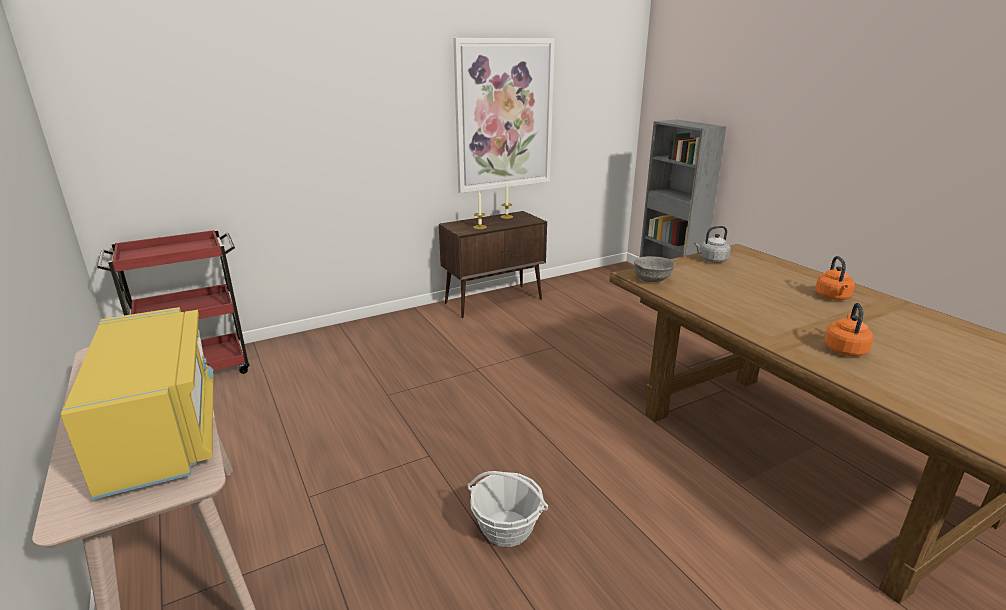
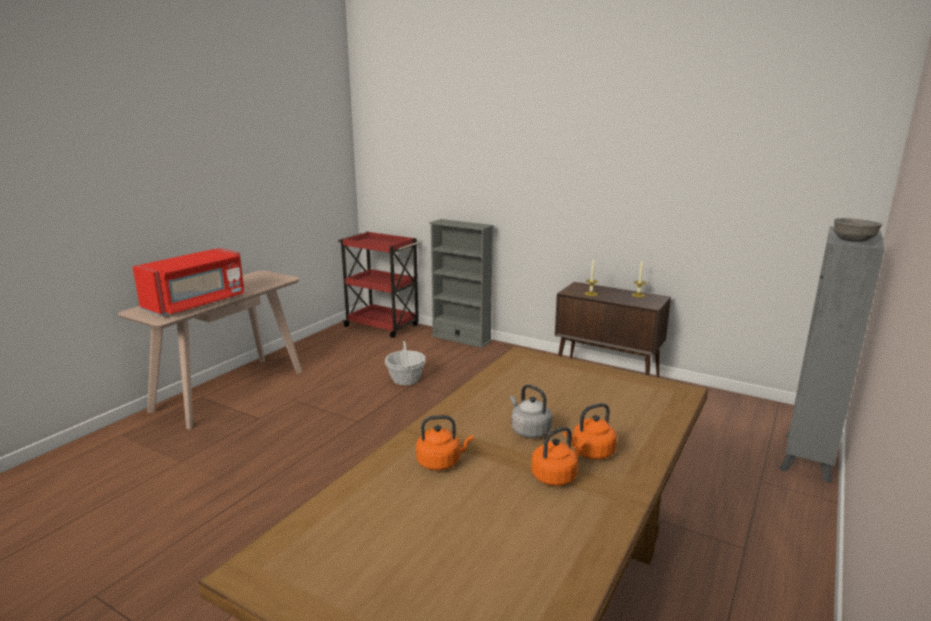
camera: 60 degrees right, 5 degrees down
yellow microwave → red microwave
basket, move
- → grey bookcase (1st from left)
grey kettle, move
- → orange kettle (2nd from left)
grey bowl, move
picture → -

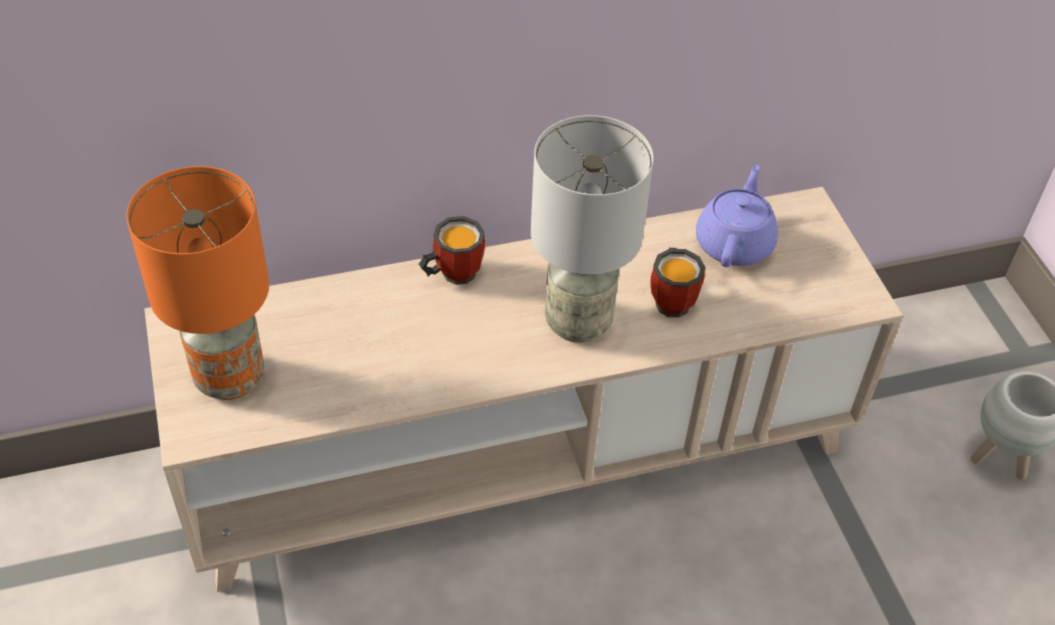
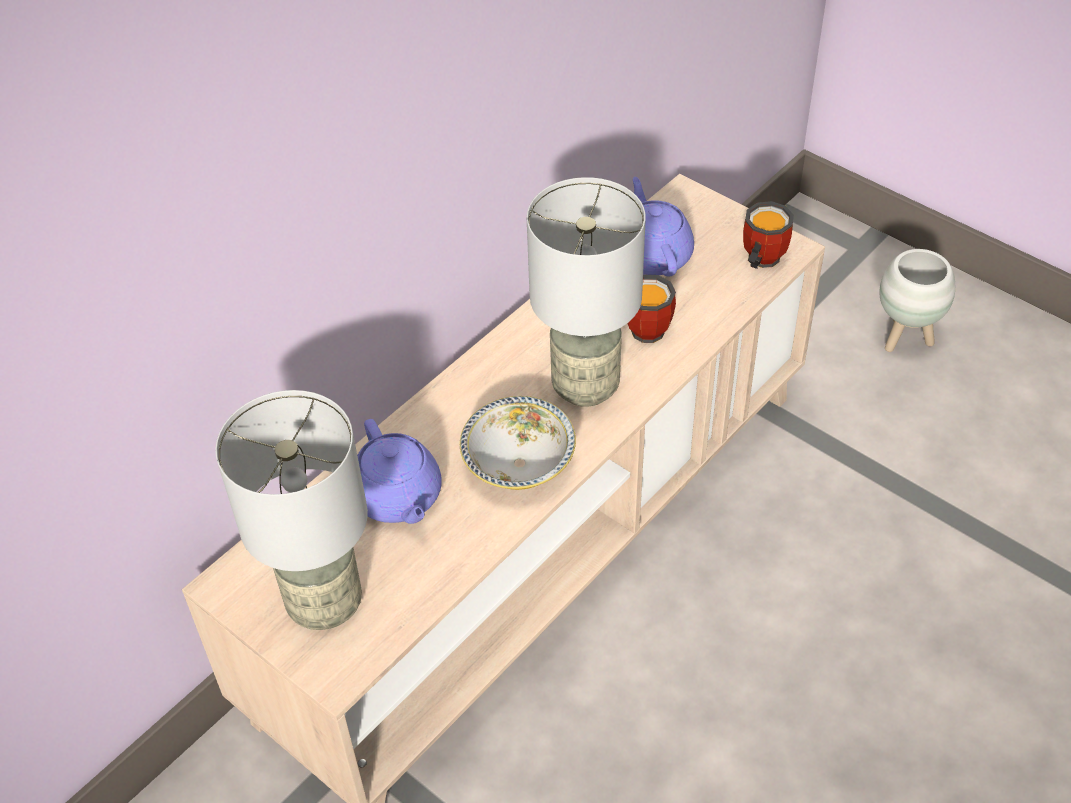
camera: 30 degrees left, 0 degrees up
orange table lamp → grey table lamp (1st from left)
- → purple teapot (1st from left)
- → bowl
mug (1st from left in the first image) → mug (2nd from left), move

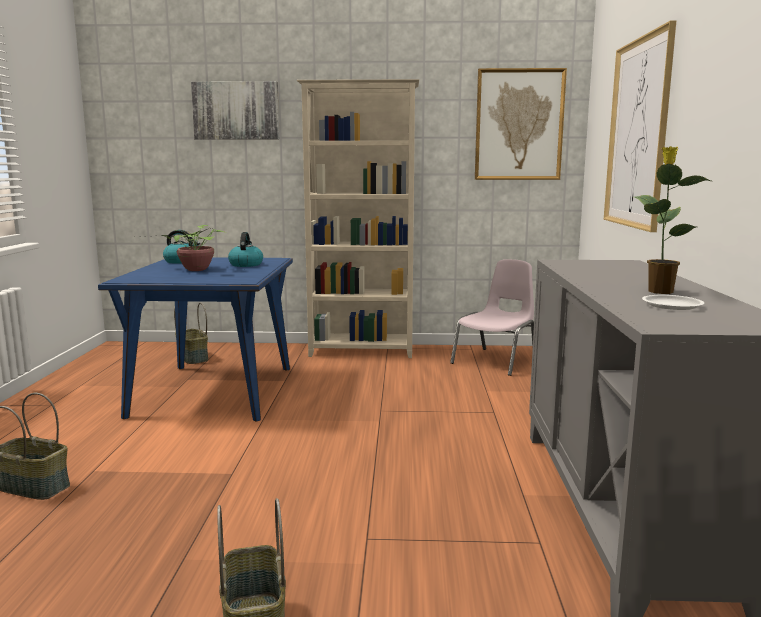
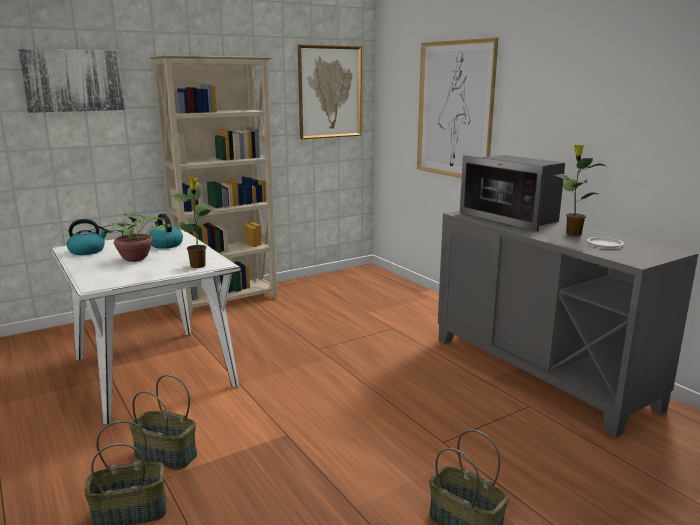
camera: 35 degrees left, 5 degrees up
blue dining table → white dining table
basket (2nd from left), move
- → potted plant (2nd from left)
- → microwave
pink chair → -

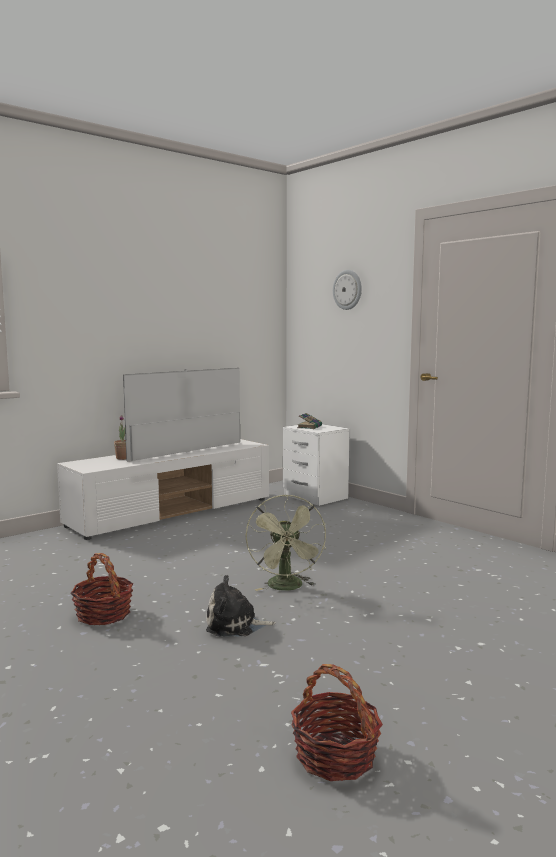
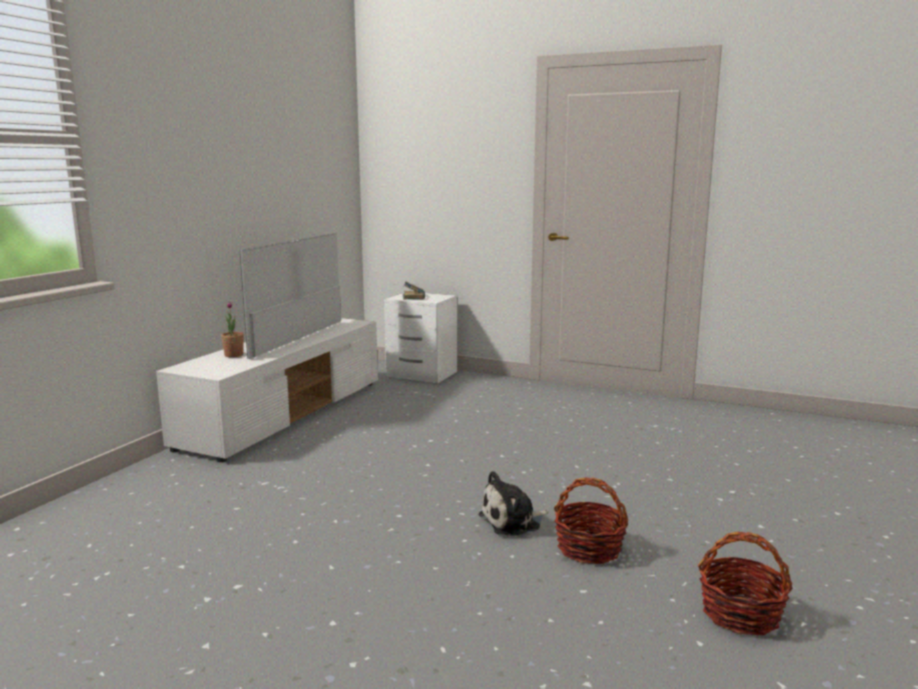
camera: 25 degrees left, 5 degrees up
basket (1st from left), move
green fan → -
wall clock → -

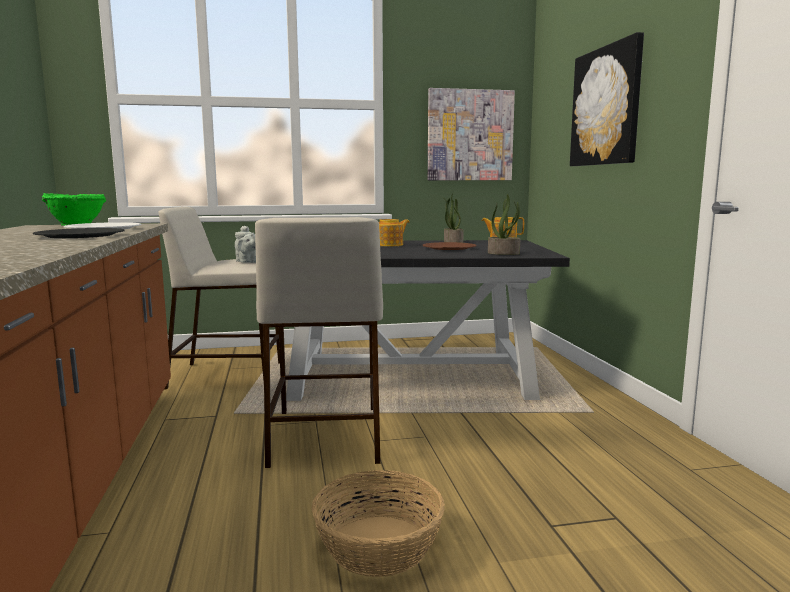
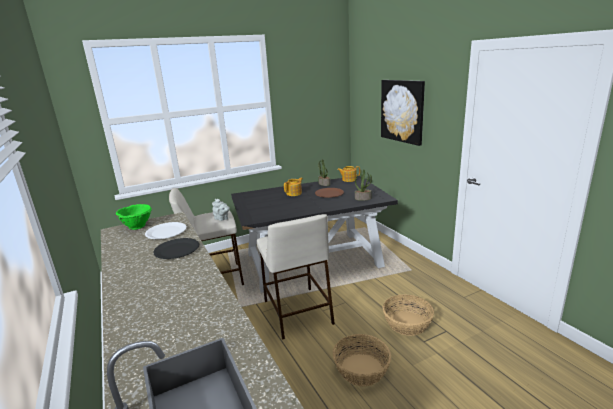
camera: 15 degrees left, 10 degrees up
- → basket (2nd from left)
picture (1st from left) → -

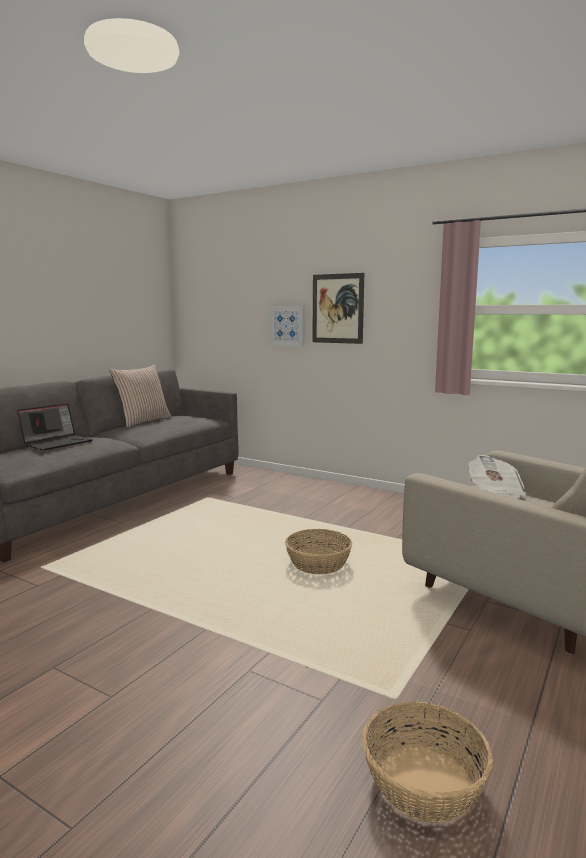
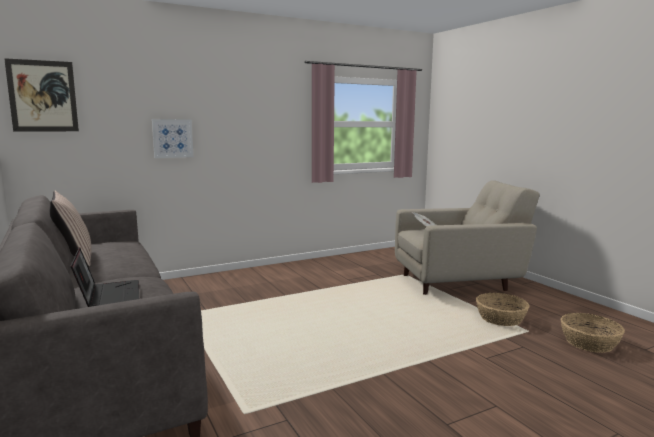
camera: 60 degrees left, 0 degrees up
picture (2nd from left in the first image) → picture (1st from left), move
basket (1st from left), move

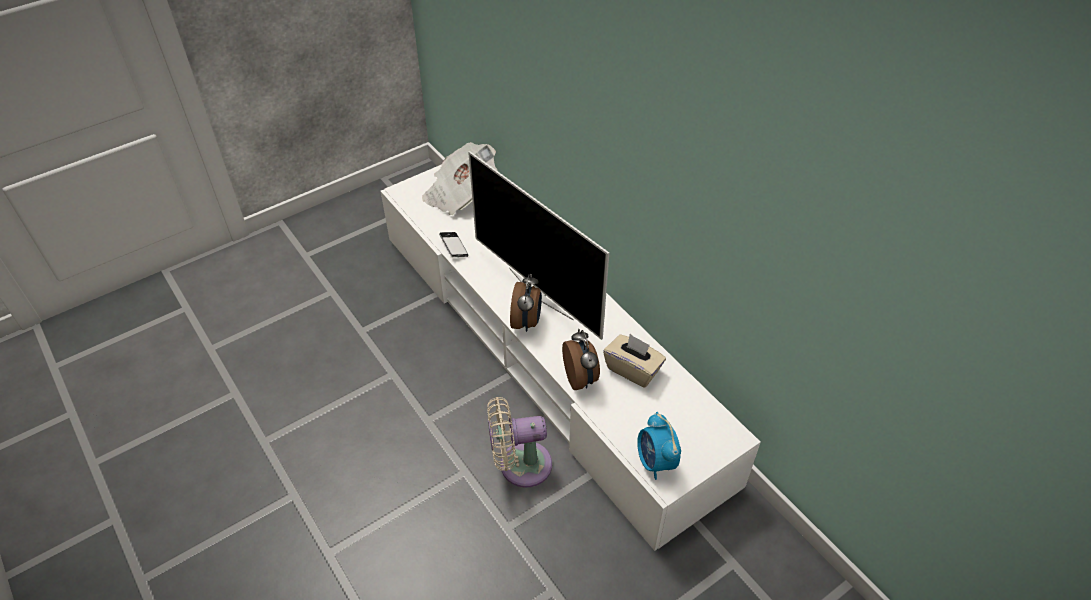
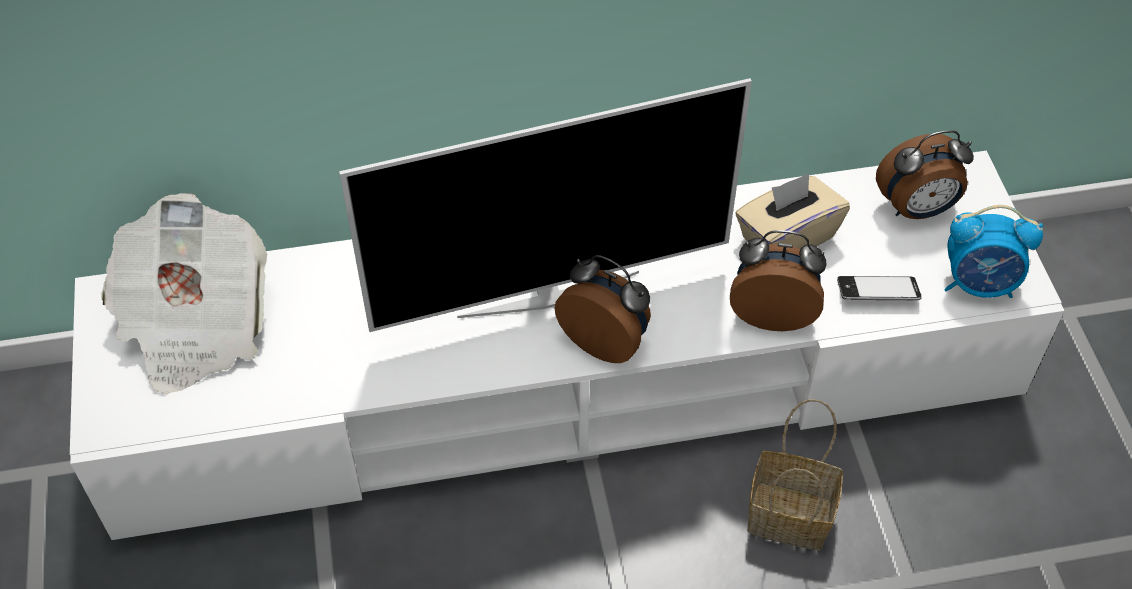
camera: 65 degrees left, 5 degrees up
beige fan → basket
phone, move
- → alarm clock (3rd from left)

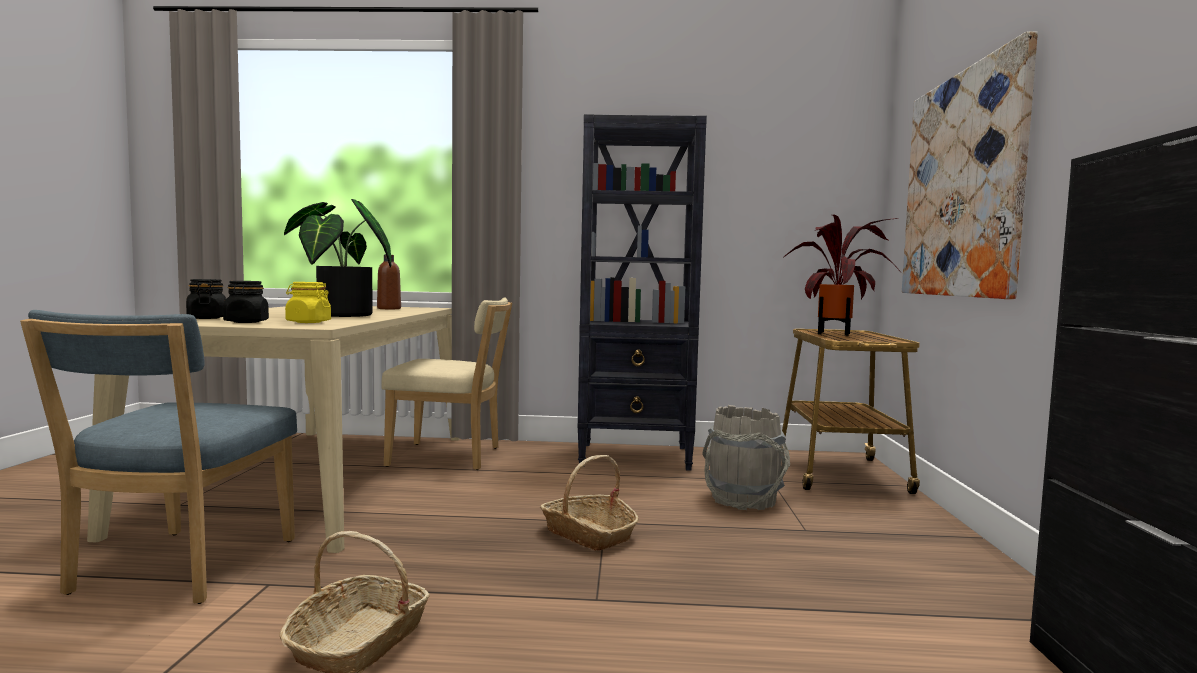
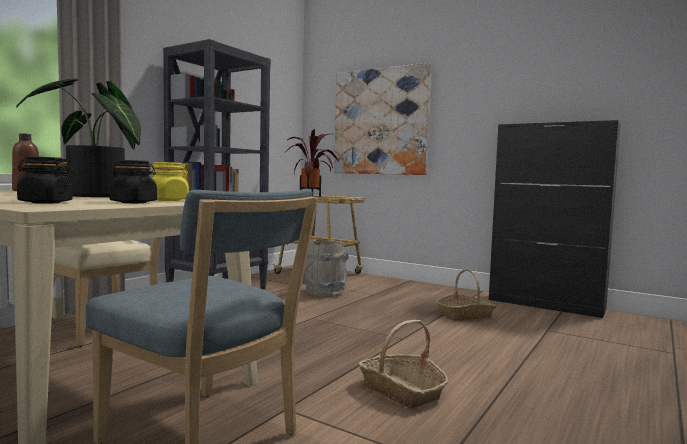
camera: 60 degrees left, 0 degrees up
basket (2nd from left), move

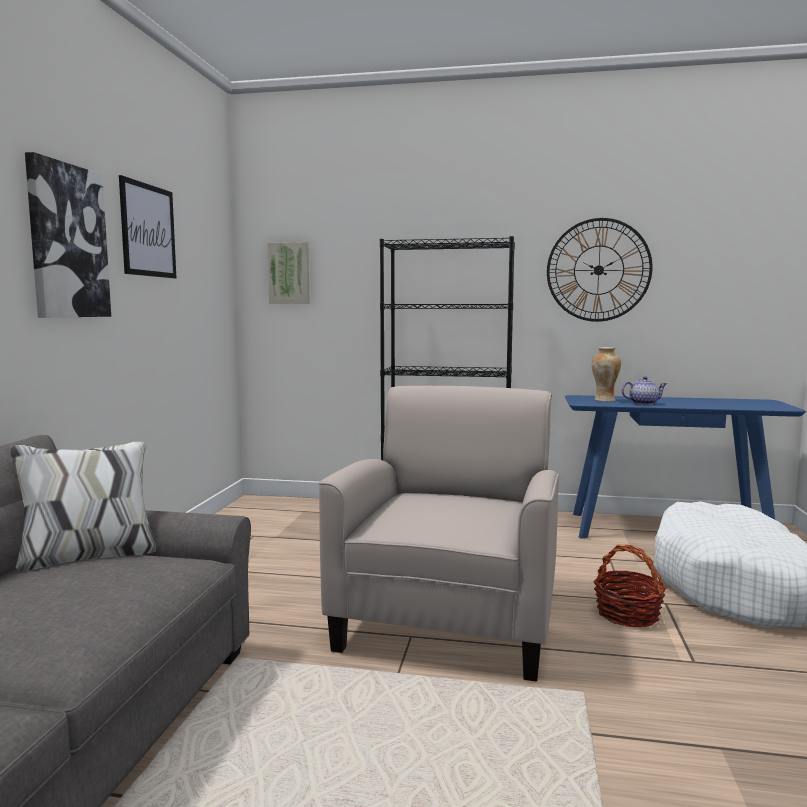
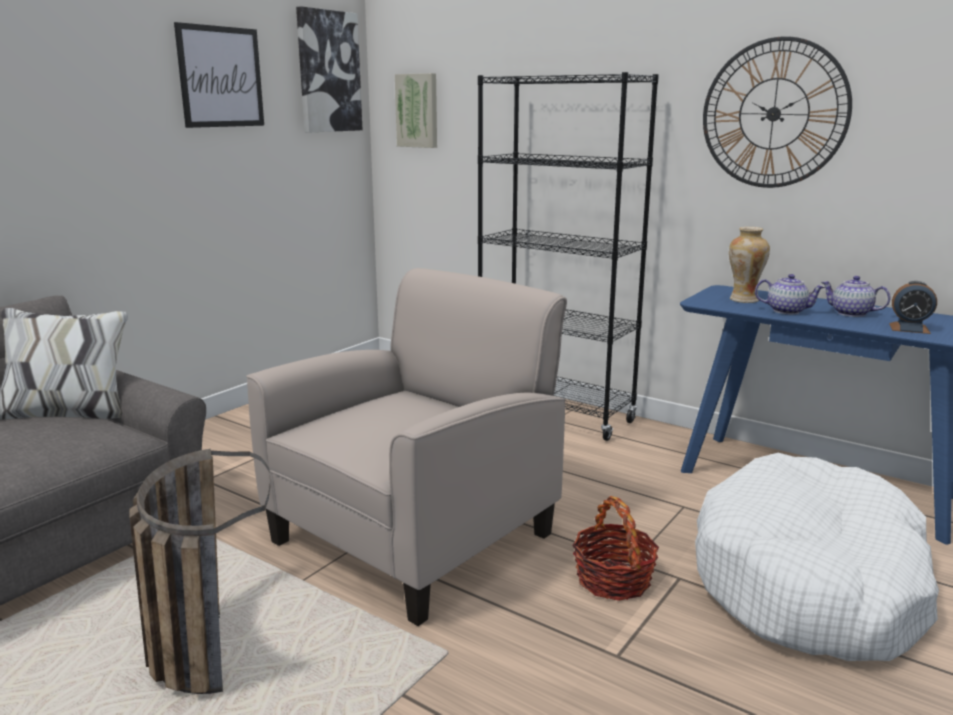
camera: 25 degrees right, 10 degrees up
- → basket (1st from left)
picture (1st from left in the first image) → picture (2nd from left), move
- → teapot (2nd from left)
- → alarm clock

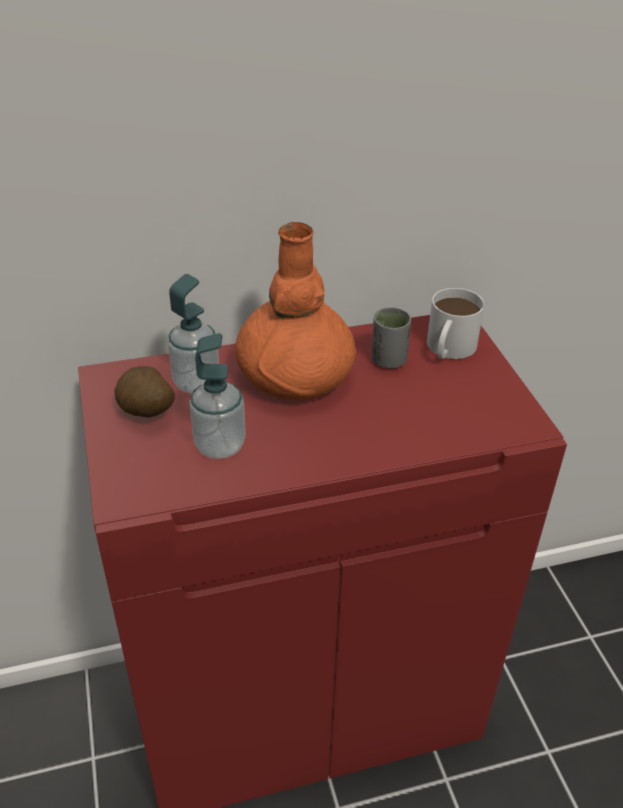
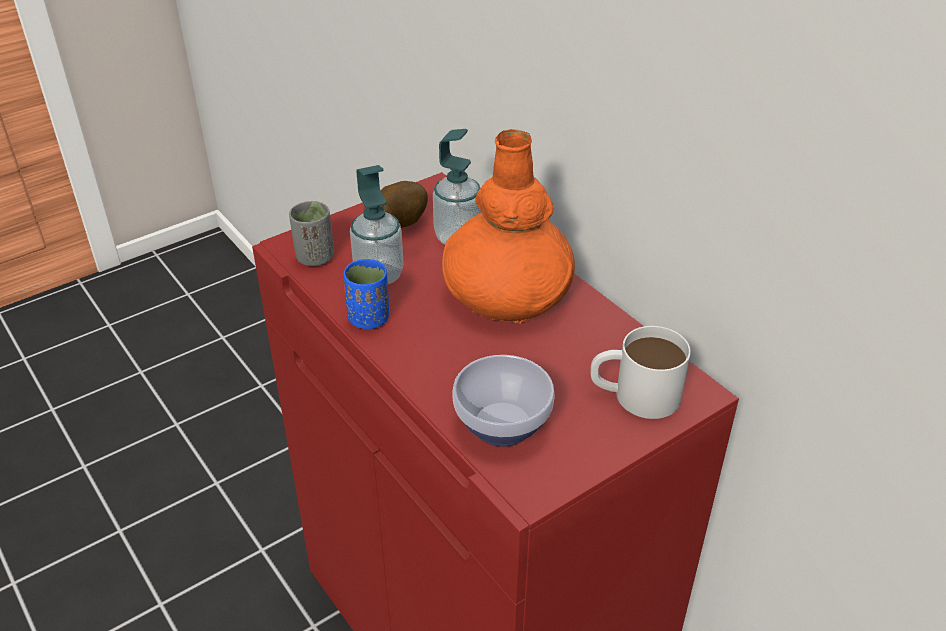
camera: 70 degrees right, 0 degrees up
grey cup, move
- → blue cup
- → bowl

